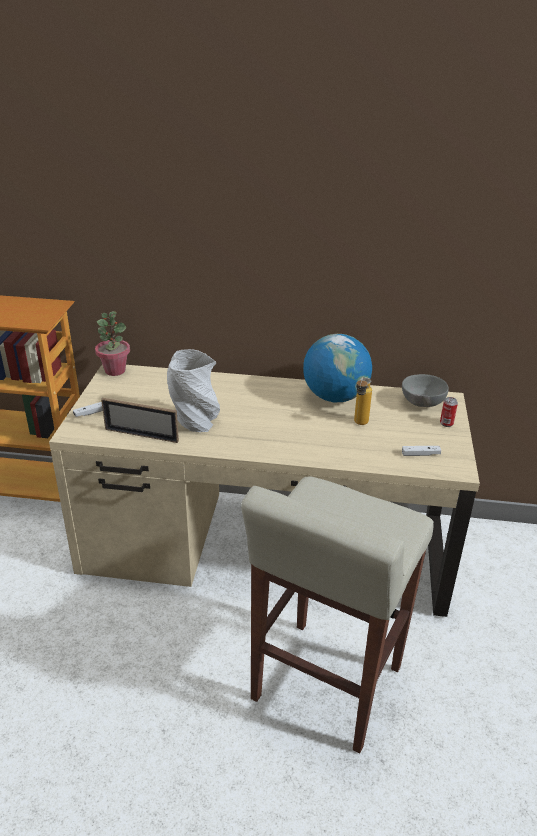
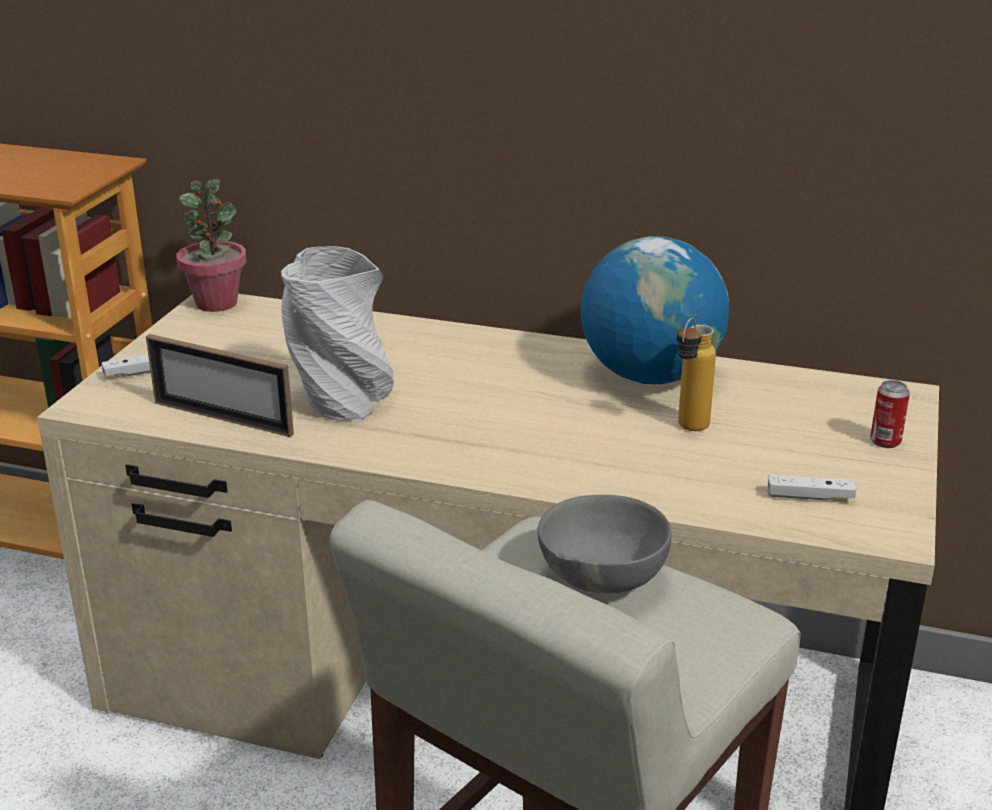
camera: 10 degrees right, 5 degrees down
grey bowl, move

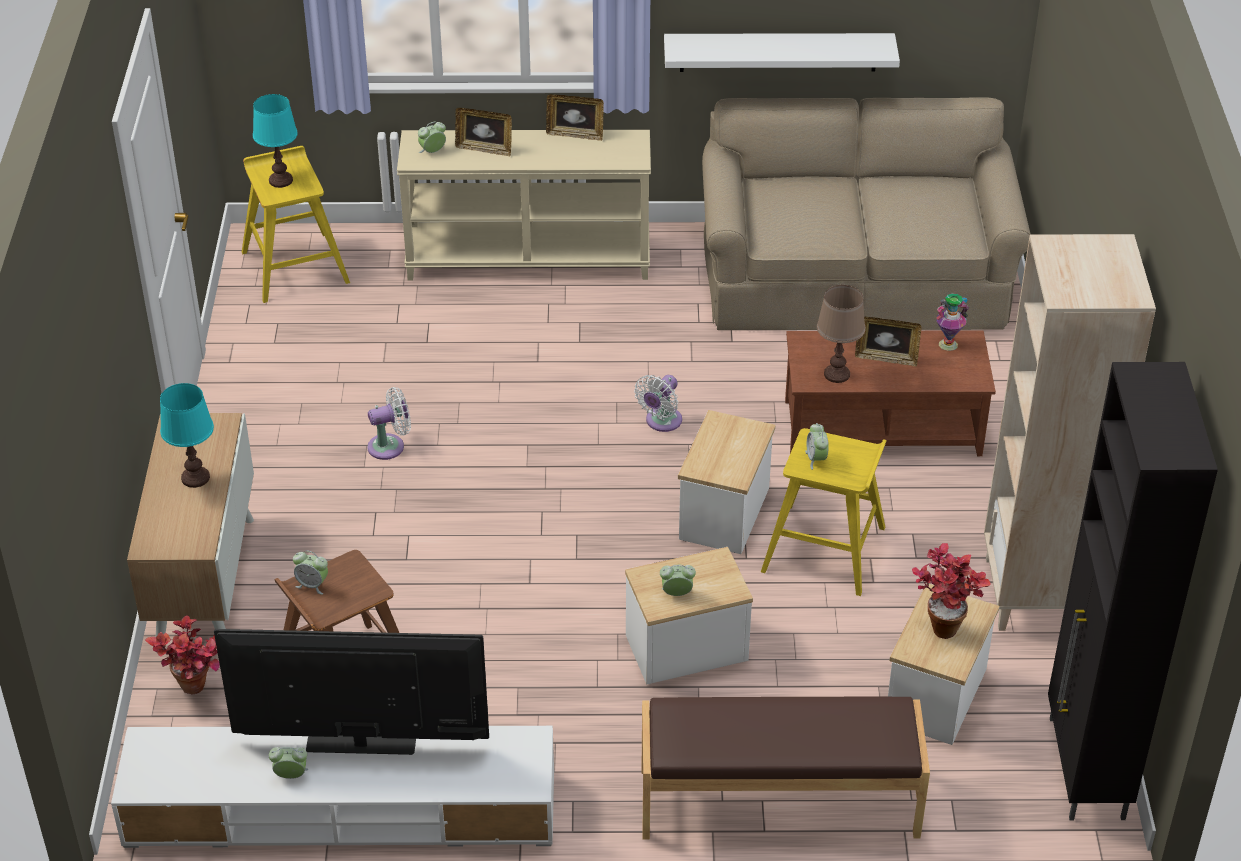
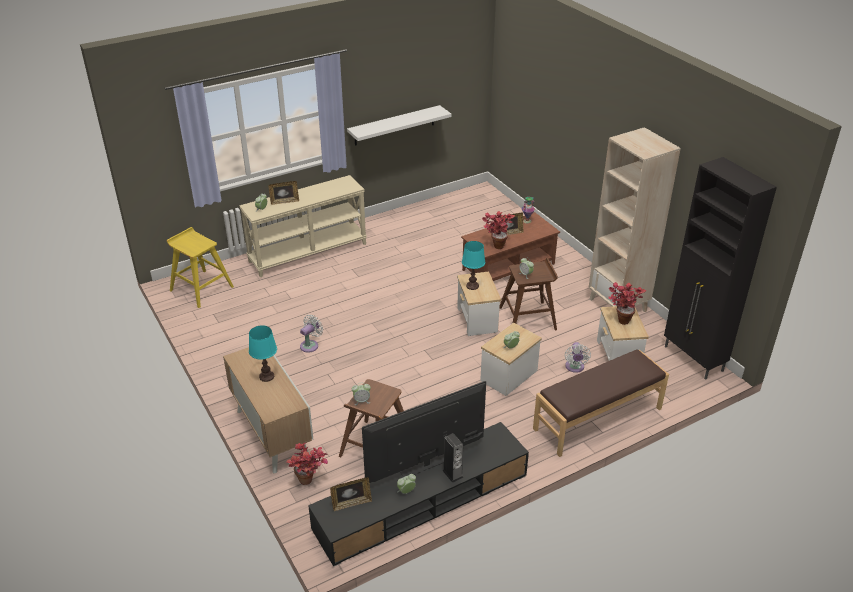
camera: 30 degrees left, 5 degrees down
white tv stand → black tv stand
picture frame (2nd from left), move
- → speaker
turquoise table lamp (2nd from left), move
brown table lamp → potted plant (2nd from left)
yellow stool (2nd from left) → brown stool (2nd from left)
white fan (2nd from left), move
beige sofa → -

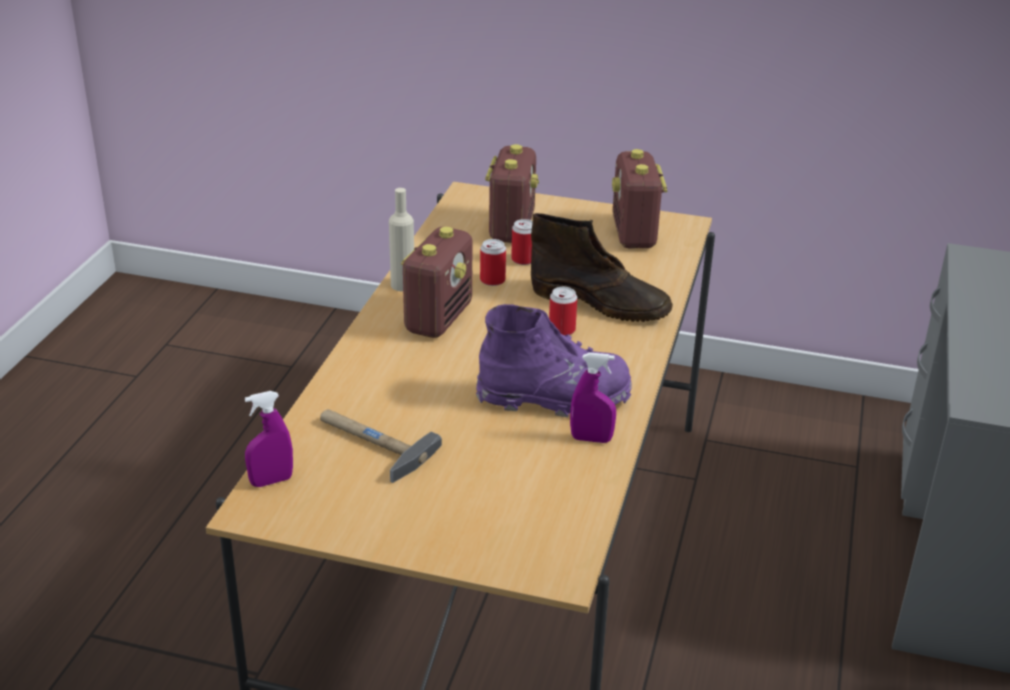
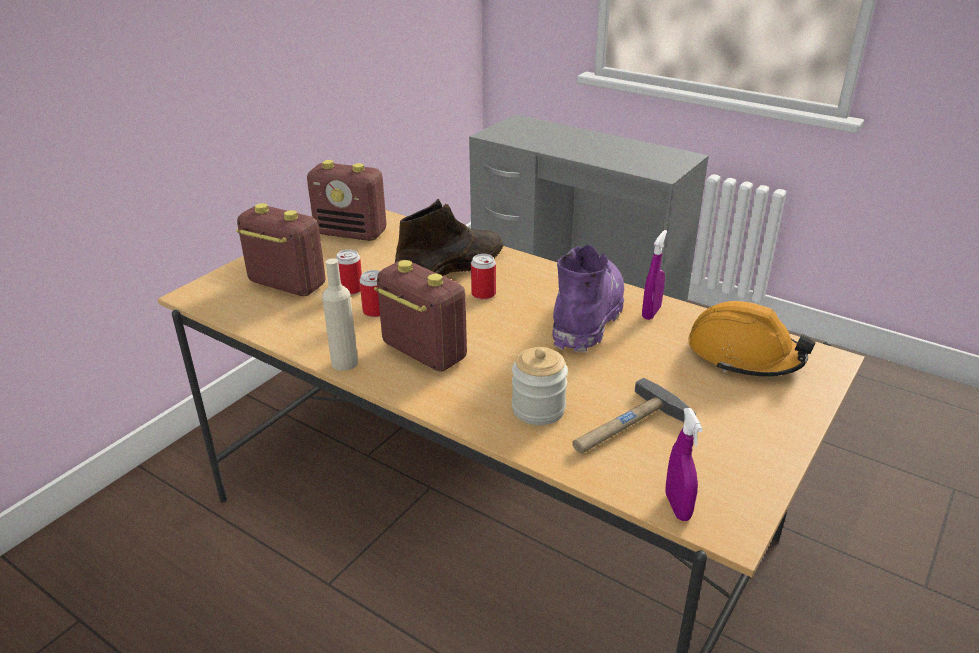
camera: 70 degrees left, 0 degrees up
- → jar
- → orange hard hat

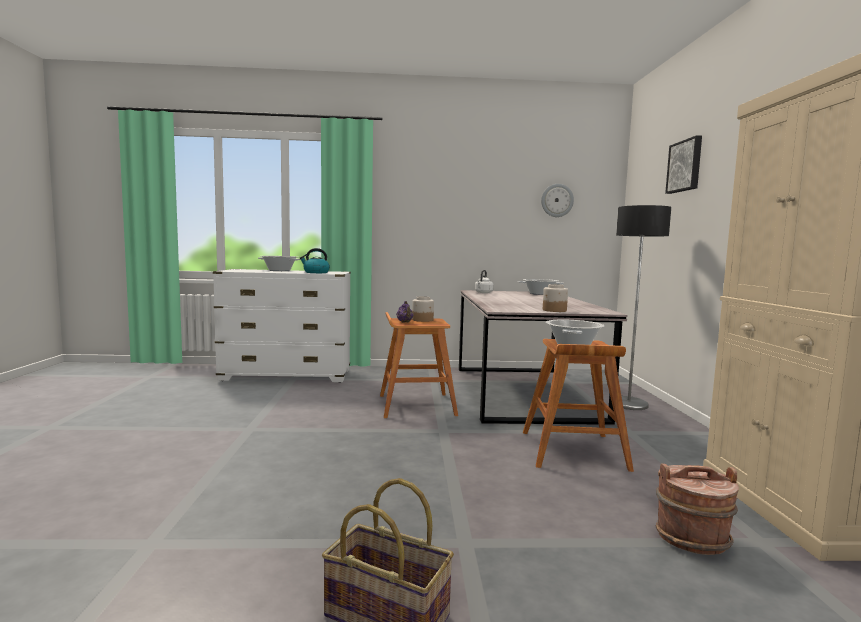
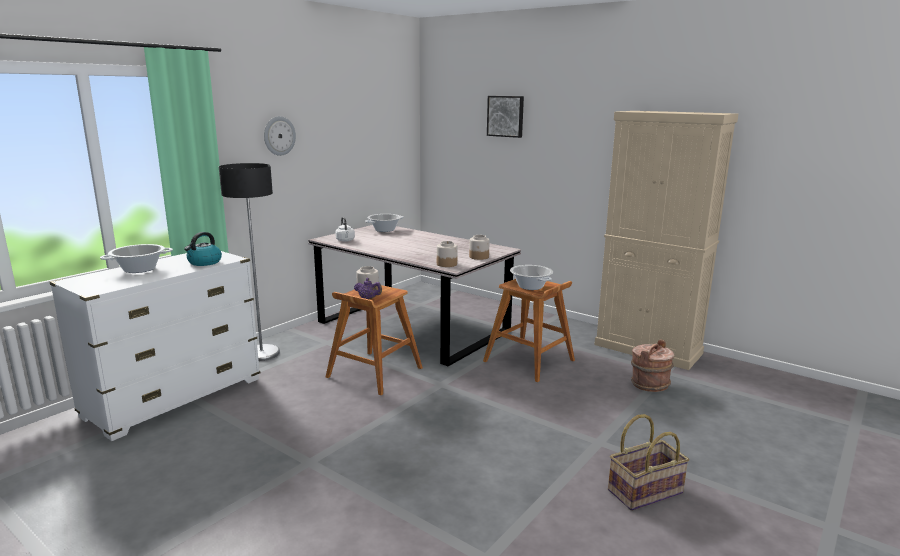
camera: 50 degrees left, 10 degrees up
floor lamp, move
wall clock, move
- → jar (2nd from left)

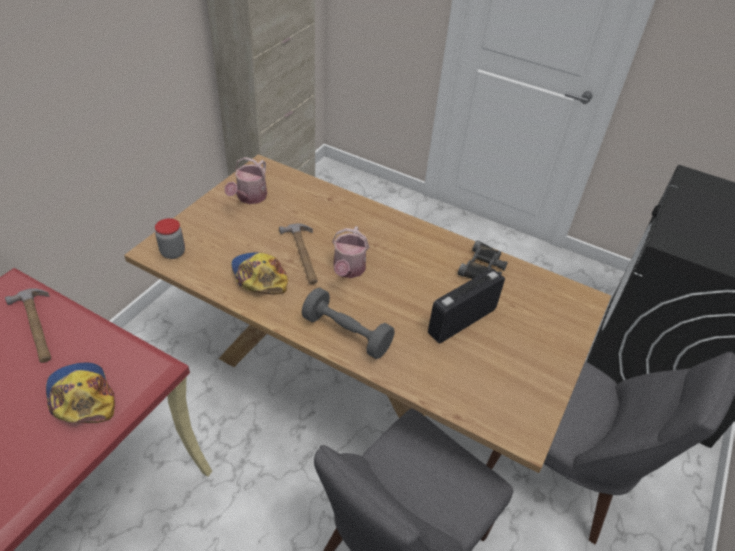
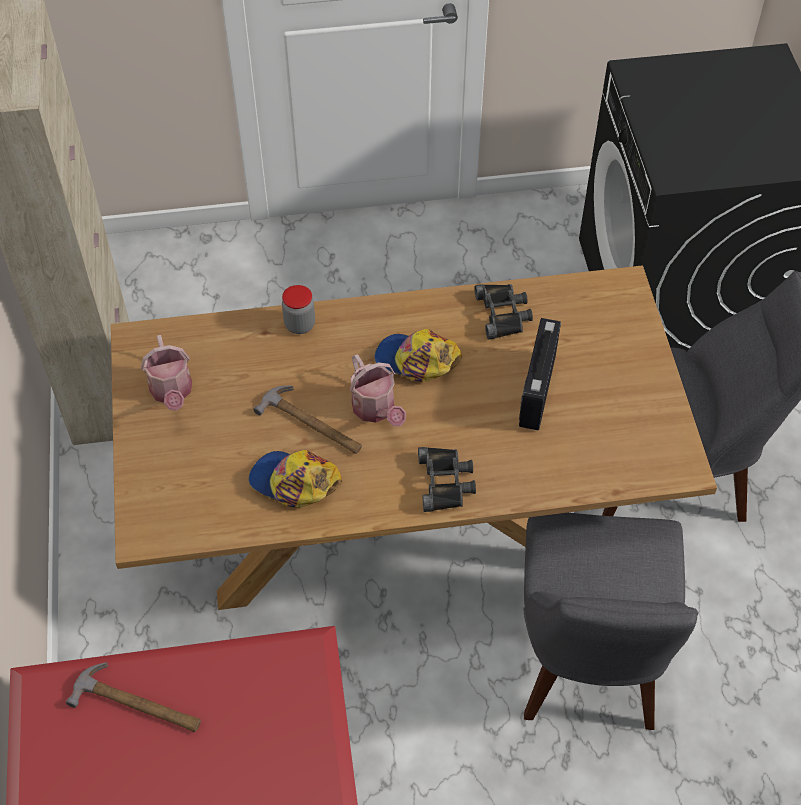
camera: 35 degrees left, 10 degrees up
jar, move
cap (1st from left in the first image) → cap (2nd from left), move
grey dumbbell → black binoculars (1st from left)

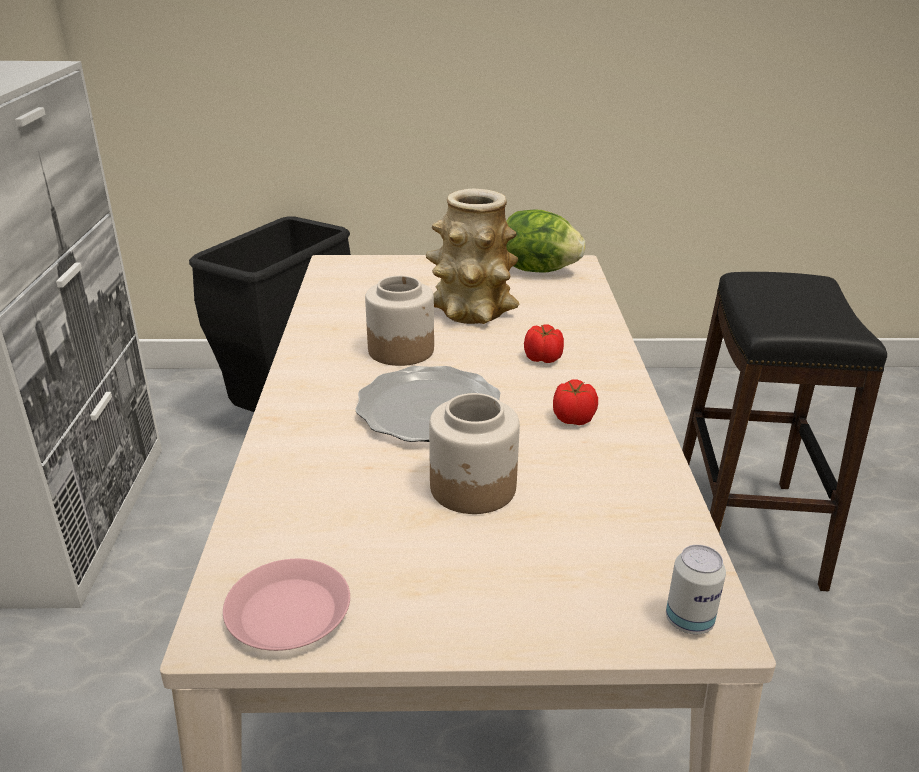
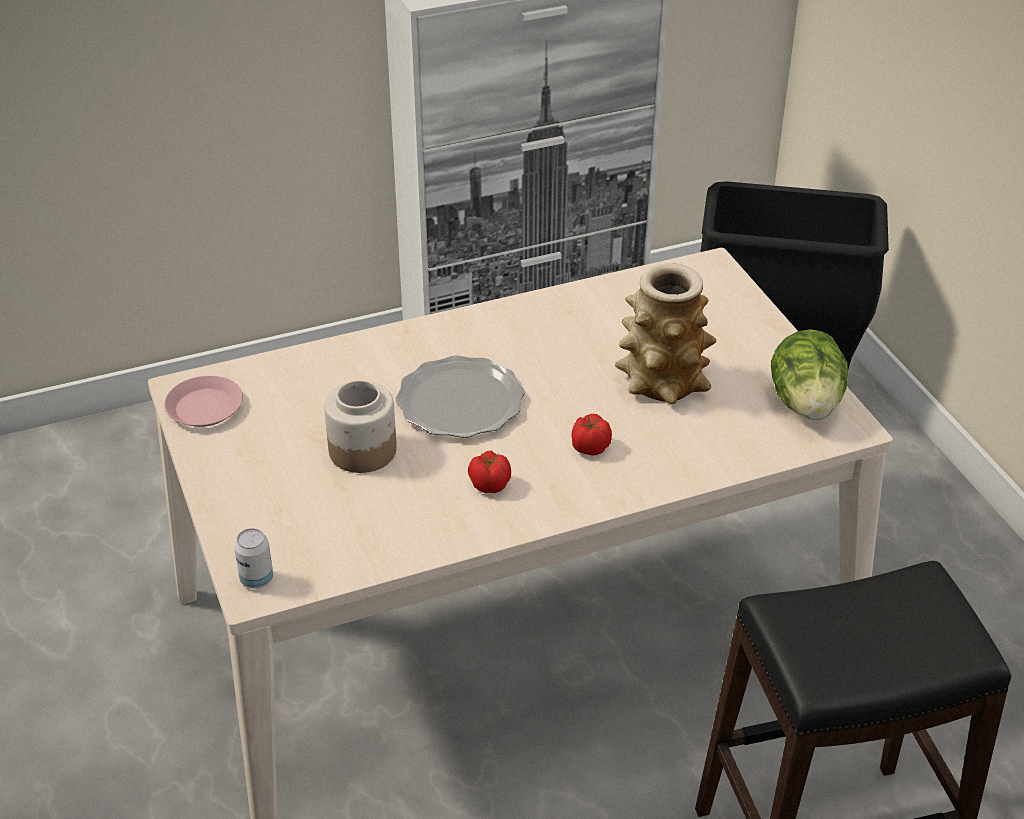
camera: 70 degrees right, 10 degrees up
jar (1st from left) → -

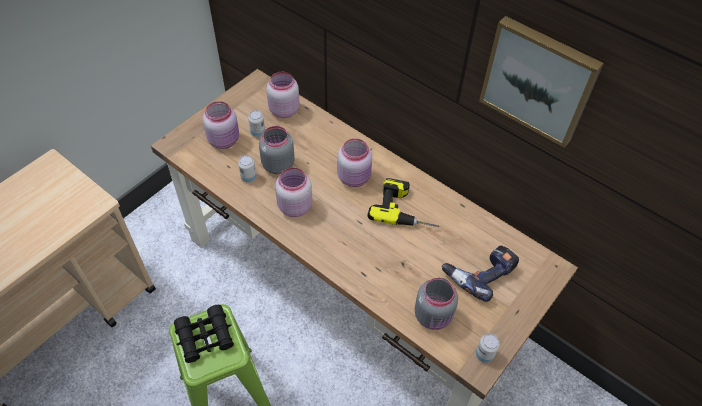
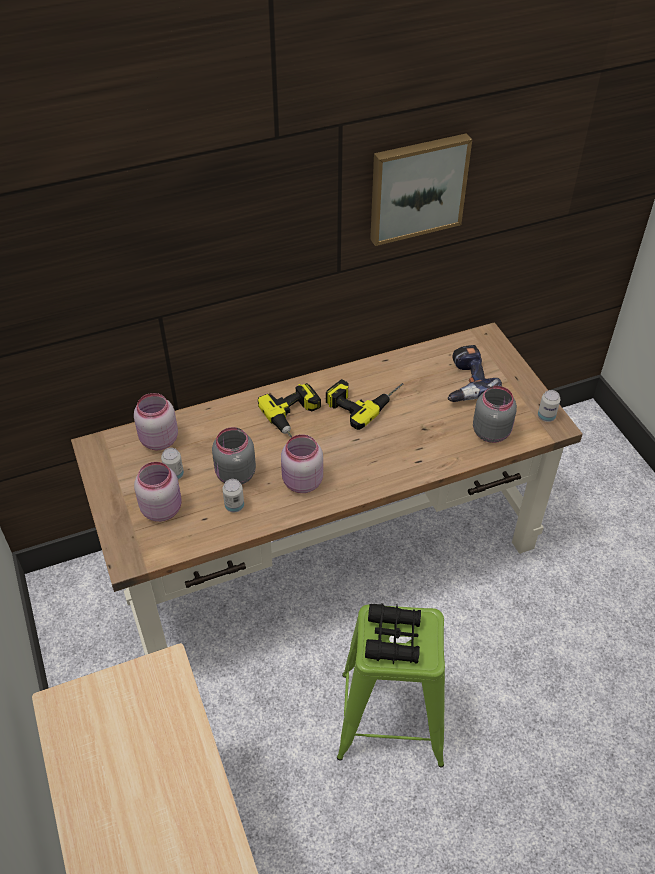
camera: 60 degrees left, 5 degrees down
pink jar (4th from left) → power drill (1st from left)

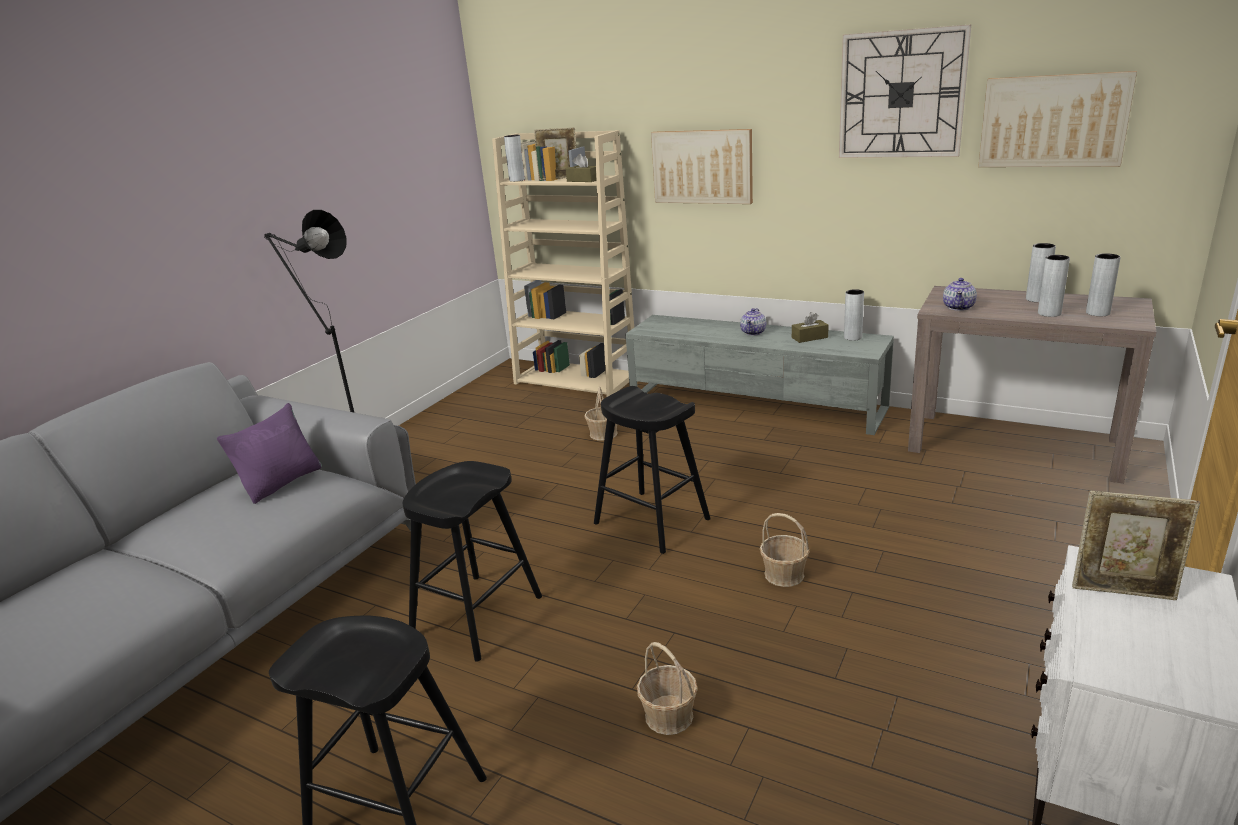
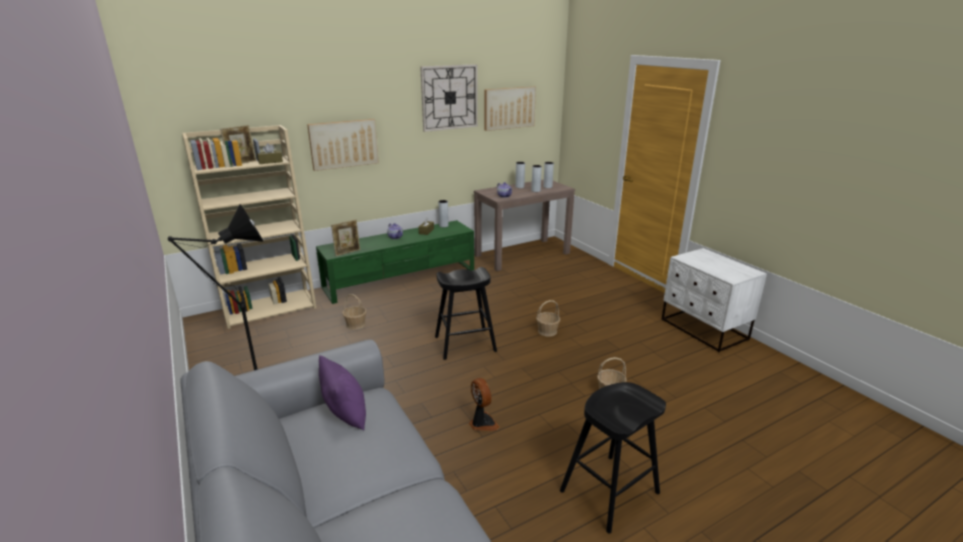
camera: 60 degrees left, 0 degrees up
grey tv stand → green tv stand
picture frame (2nd from left), move
black stool (2nd from left) → fan
grey vase (1st from left) → -

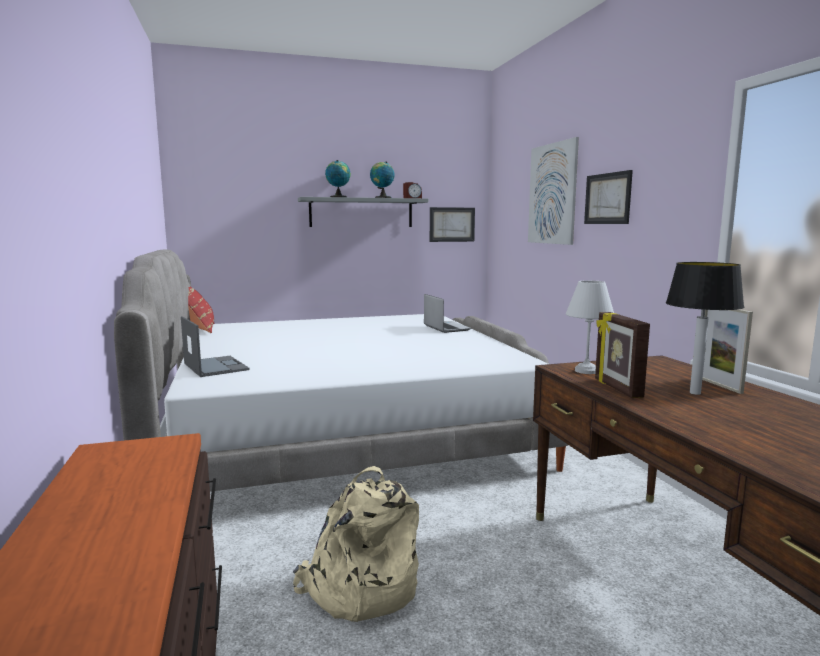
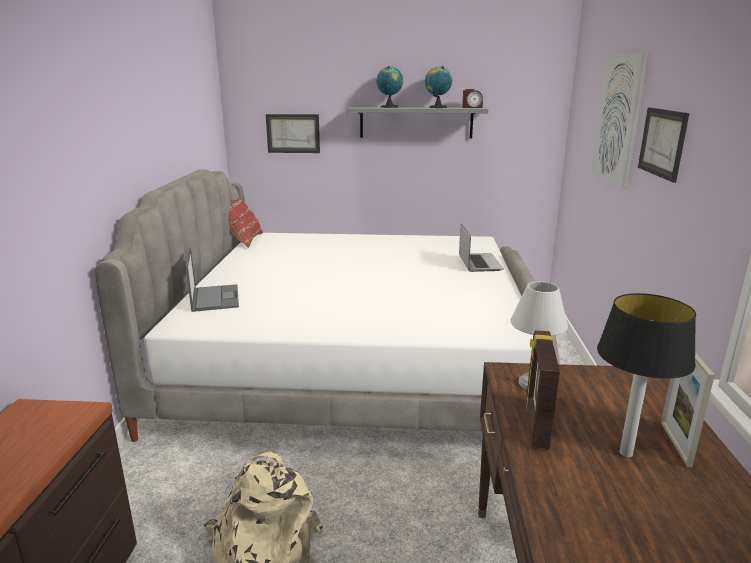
camera: 20 degrees right, 10 degrees up
picture (1st from left), move

